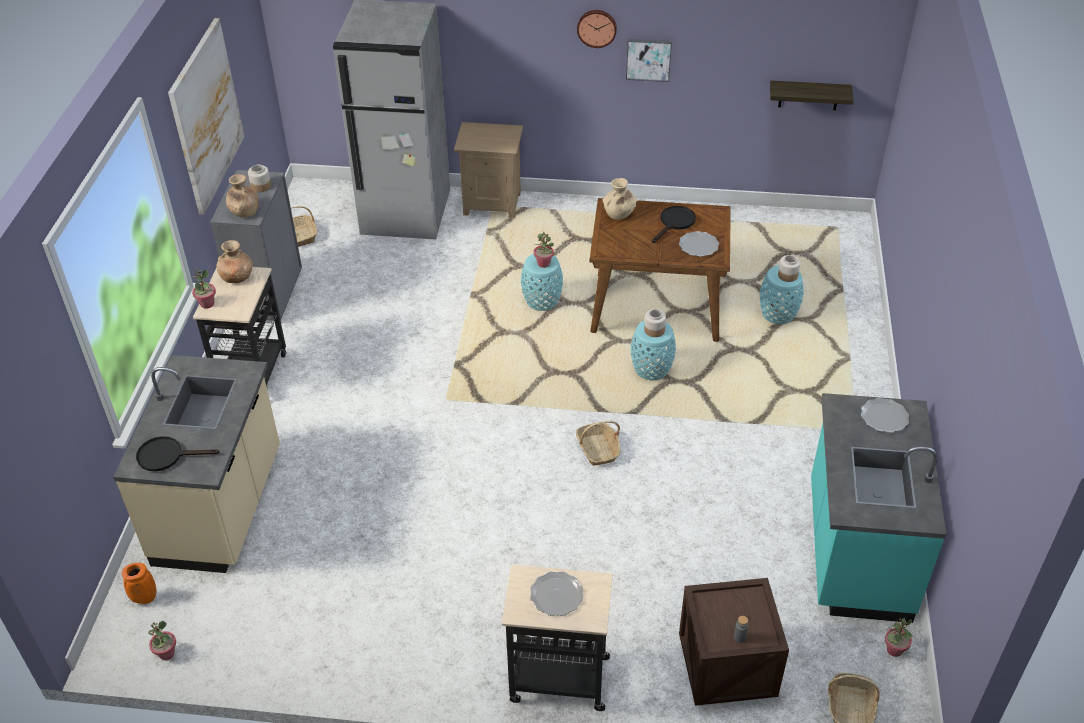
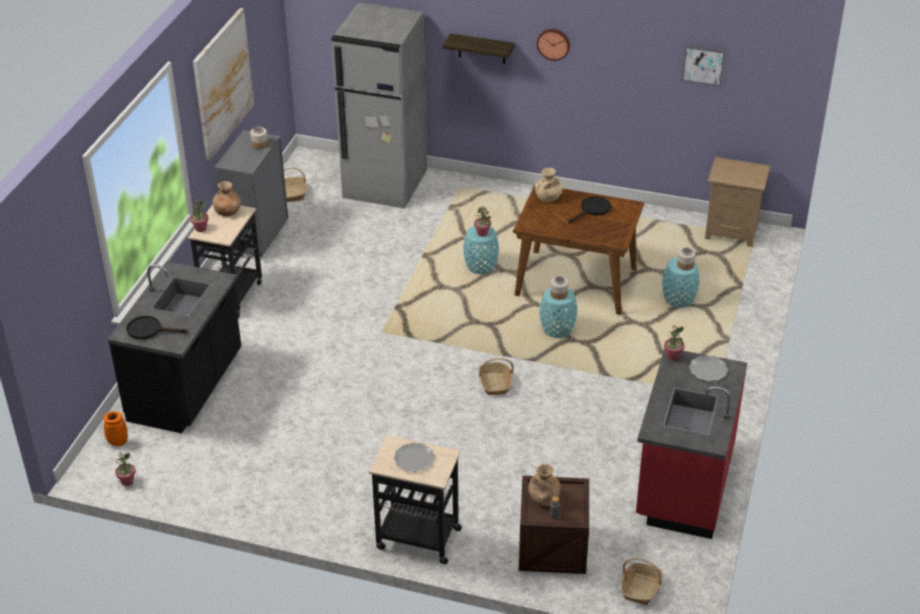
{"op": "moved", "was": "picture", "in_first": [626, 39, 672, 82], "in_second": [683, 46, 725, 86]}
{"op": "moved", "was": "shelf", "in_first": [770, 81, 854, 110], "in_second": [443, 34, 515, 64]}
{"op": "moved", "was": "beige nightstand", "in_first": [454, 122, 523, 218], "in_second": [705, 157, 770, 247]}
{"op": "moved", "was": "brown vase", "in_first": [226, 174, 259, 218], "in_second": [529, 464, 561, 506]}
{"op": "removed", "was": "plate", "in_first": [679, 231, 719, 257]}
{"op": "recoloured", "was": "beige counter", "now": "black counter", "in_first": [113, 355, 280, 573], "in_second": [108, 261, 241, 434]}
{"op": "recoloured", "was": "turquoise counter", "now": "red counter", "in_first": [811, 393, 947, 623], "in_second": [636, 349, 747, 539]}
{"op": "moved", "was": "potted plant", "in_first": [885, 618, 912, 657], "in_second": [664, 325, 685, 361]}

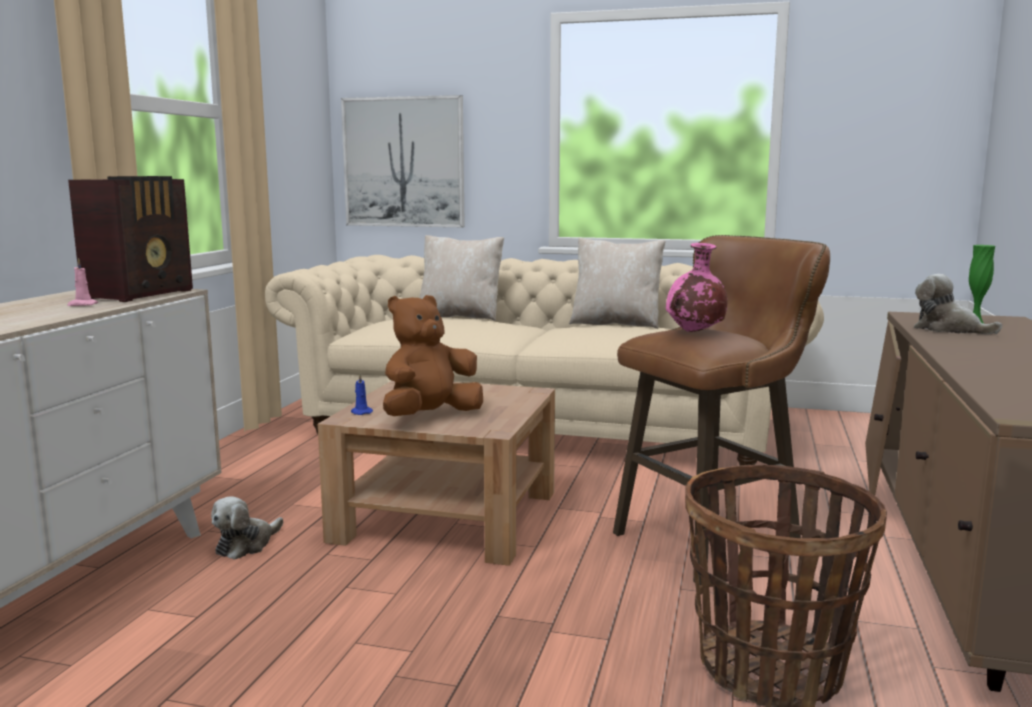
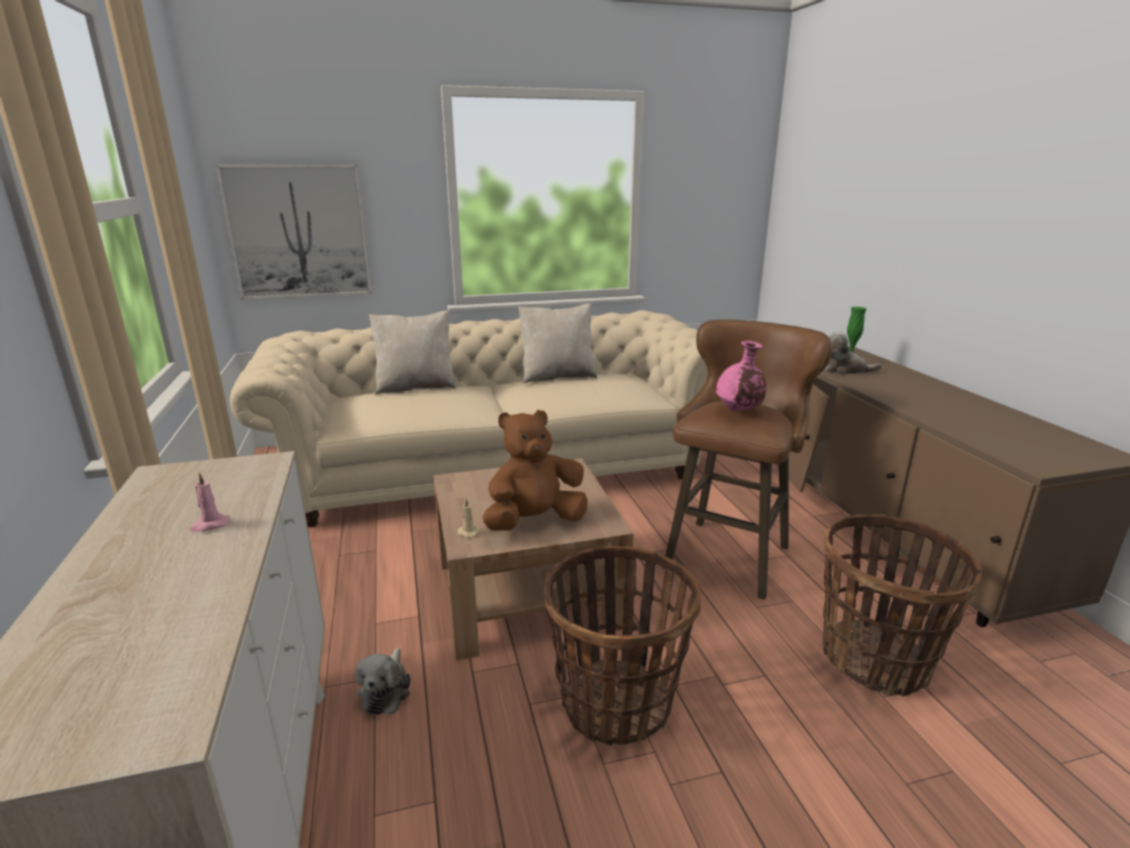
{"op": "removed", "was": "radio", "in_first": [68, 176, 193, 302]}
{"op": "turned", "was": "brown plush toy", "in_first": [383, 295, 483, 416], "in_second": [482, 410, 588, 531], "clockwise": 45}
{"op": "recoloured", "was": "blue candle", "now": "beige candle", "in_first": [351, 374, 373, 415], "in_second": [458, 499, 480, 538]}
{"op": "added", "now": "basket", "in_second": [544, 546, 702, 746]}

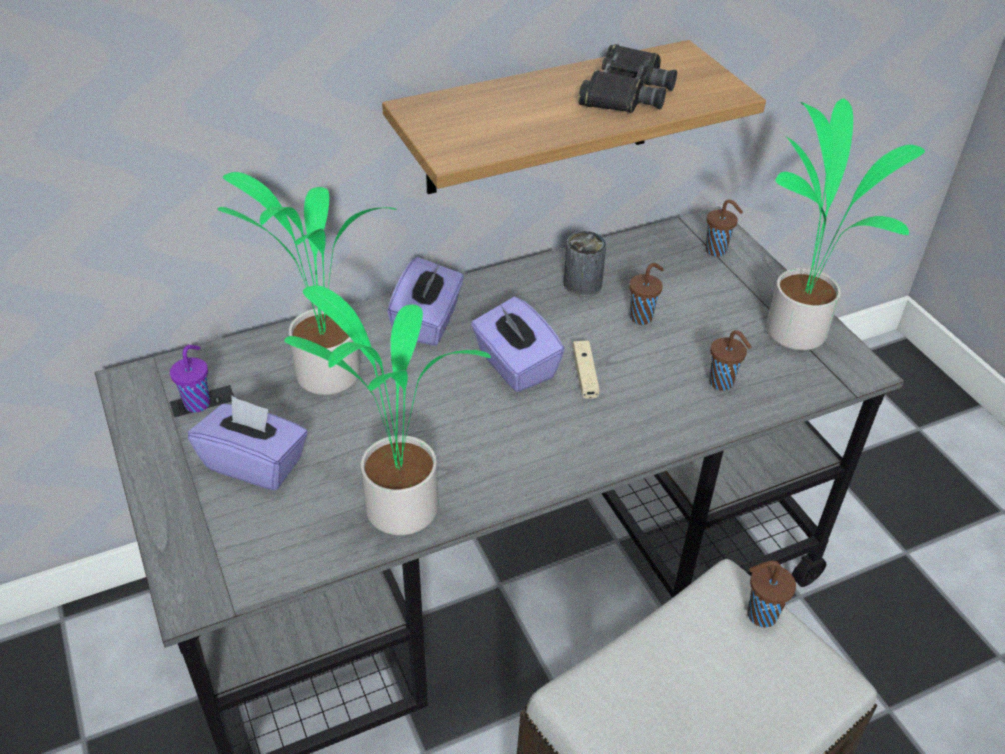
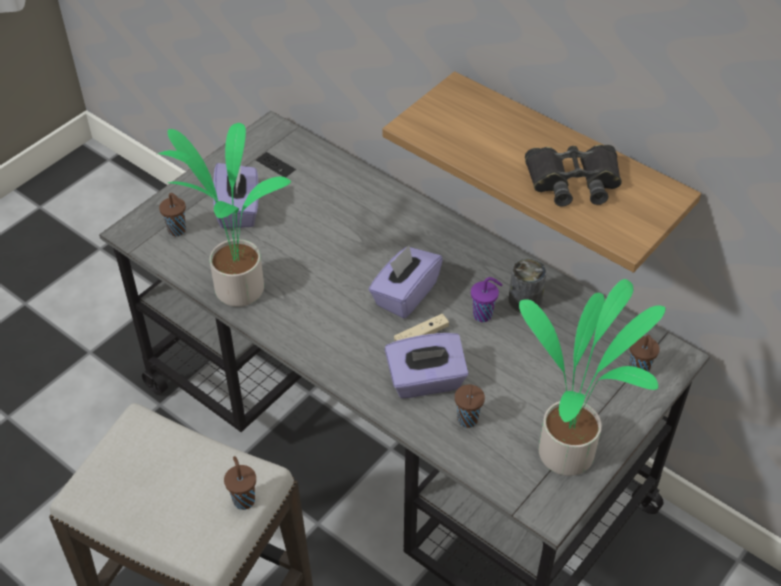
{"op": "removed", "was": "potted plant", "in_first": [218, 172, 397, 395]}
{"op": "moved", "was": "purple tissue box", "in_first": [387, 257, 464, 346], "in_second": [385, 333, 469, 398]}
{"op": "moved", "was": "brown cup", "in_first": [629, 263, 664, 325], "in_second": [159, 193, 186, 236]}
{"op": "moved", "was": "purple cup", "in_first": [170, 345, 210, 413], "in_second": [471, 277, 503, 322]}

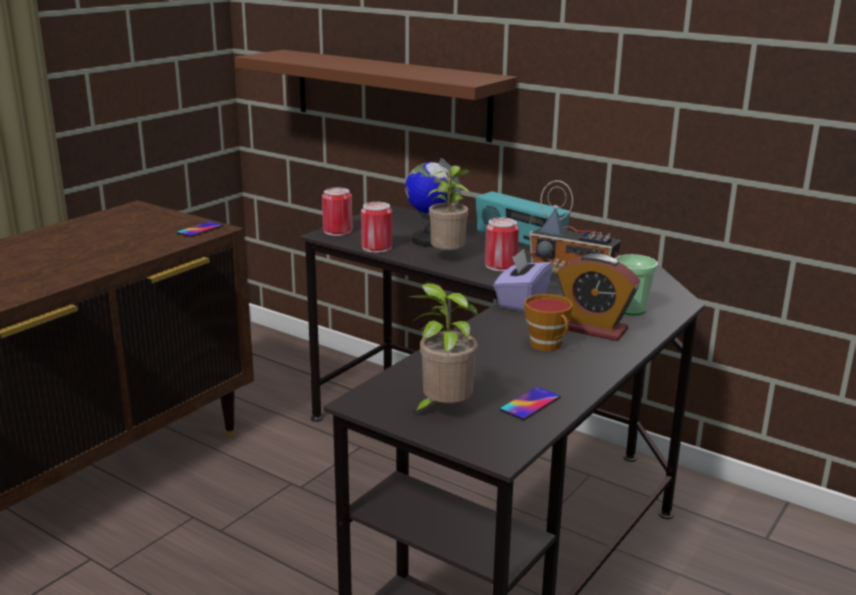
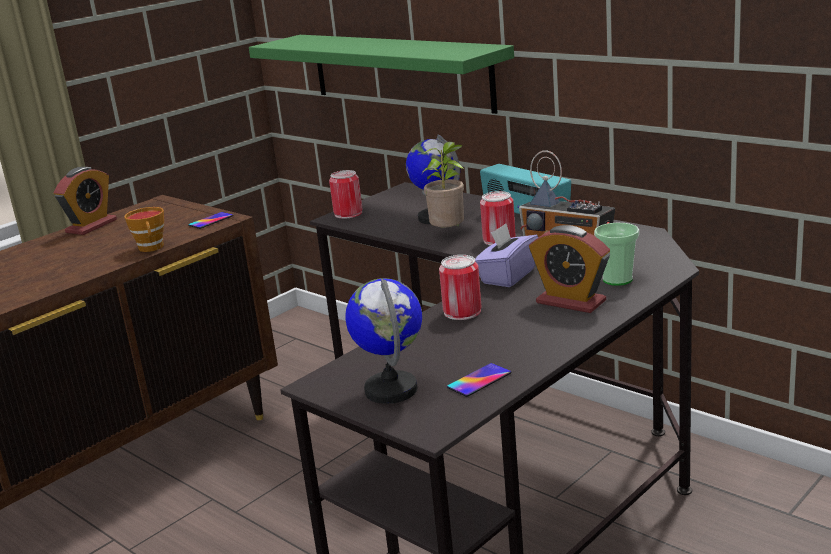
{"op": "recoloured", "was": "brown shelf", "now": "green shelf", "in_first": [235, 50, 517, 142], "in_second": [249, 35, 514, 114]}
{"op": "moved", "was": "can", "in_first": [361, 202, 392, 253], "in_second": [439, 255, 482, 320]}
{"op": "replaced", "was": "potted plant", "now": "globe", "in_first": [408, 283, 478, 414], "in_second": [345, 278, 422, 404]}
{"op": "moved", "was": "cup", "in_first": [524, 294, 573, 351], "in_second": [124, 207, 164, 252]}
{"op": "added", "now": "alarm clock", "in_second": [54, 167, 117, 235]}

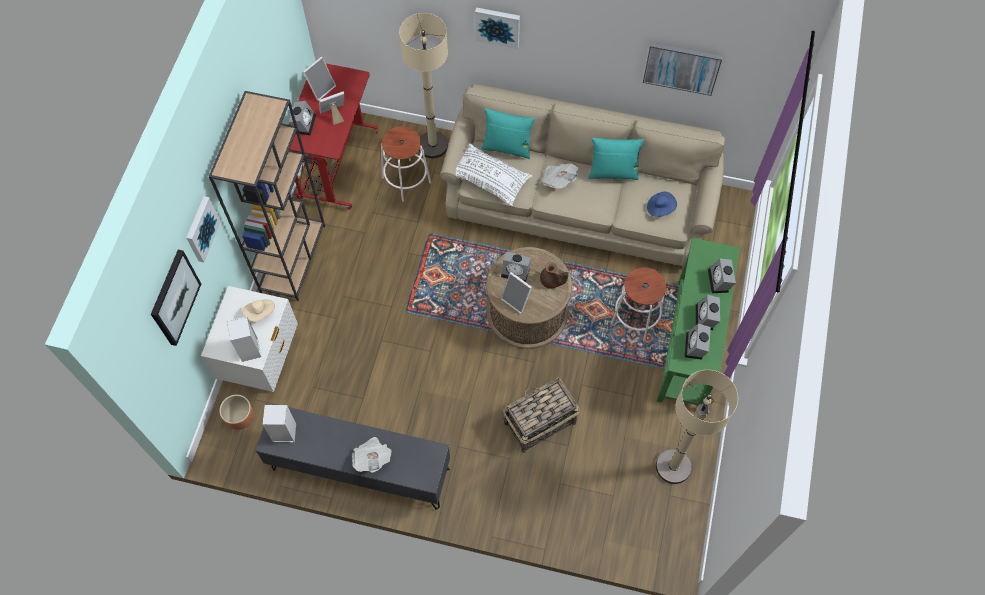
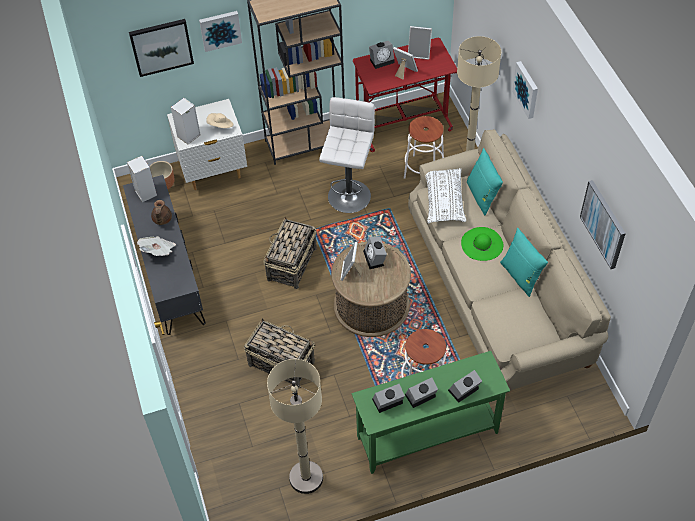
{"op": "replaced", "was": "newspaper", "now": "green hat", "in_first": [541, 163, 578, 189], "in_second": [461, 227, 503, 261]}
{"op": "removed", "was": "blue hat", "in_first": [647, 192, 677, 217]}
{"op": "moved", "was": "brown teapot", "in_first": [540, 262, 568, 289], "in_second": [151, 200, 172, 225]}
{"op": "added", "now": "white stool", "in_second": [319, 97, 375, 213]}
{"op": "added", "now": "basket", "in_second": [263, 217, 317, 289]}

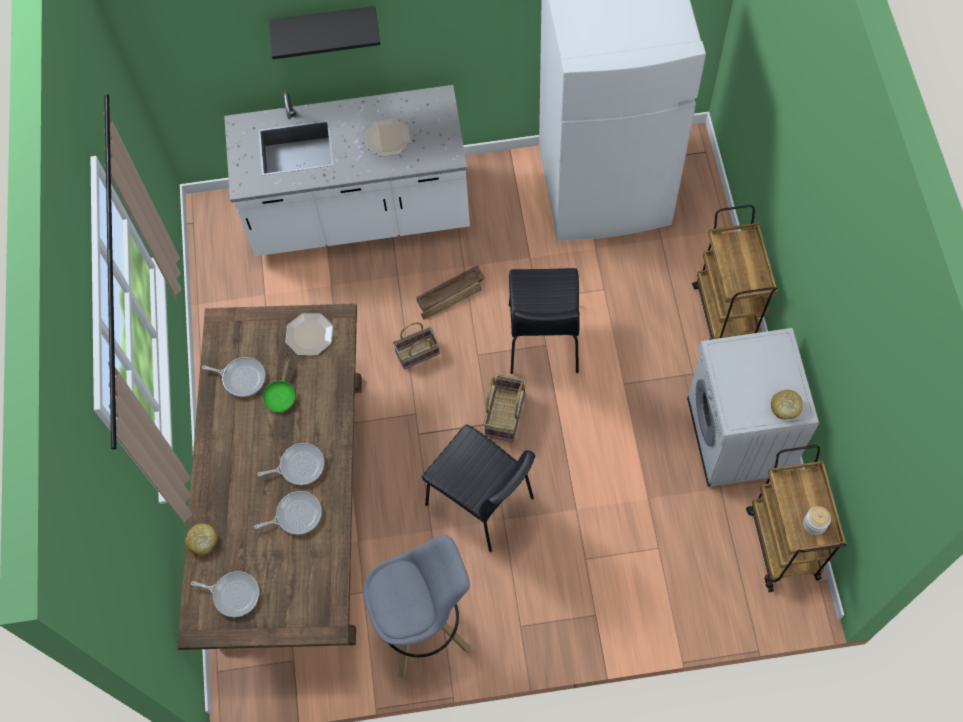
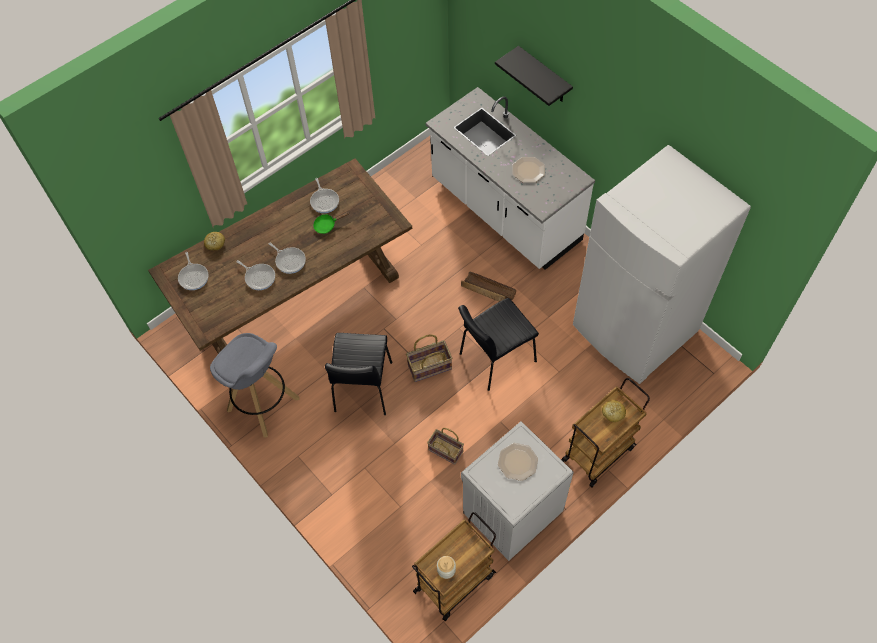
{"op": "moved", "was": "plate", "in_first": [285, 313, 333, 355], "in_second": [498, 443, 538, 481]}
{"op": "moved", "was": "basket", "in_first": [393, 322, 440, 370], "in_second": [427, 428, 464, 465]}
{"op": "moved", "was": "bread", "in_first": [771, 390, 803, 419], "in_second": [602, 400, 626, 422]}

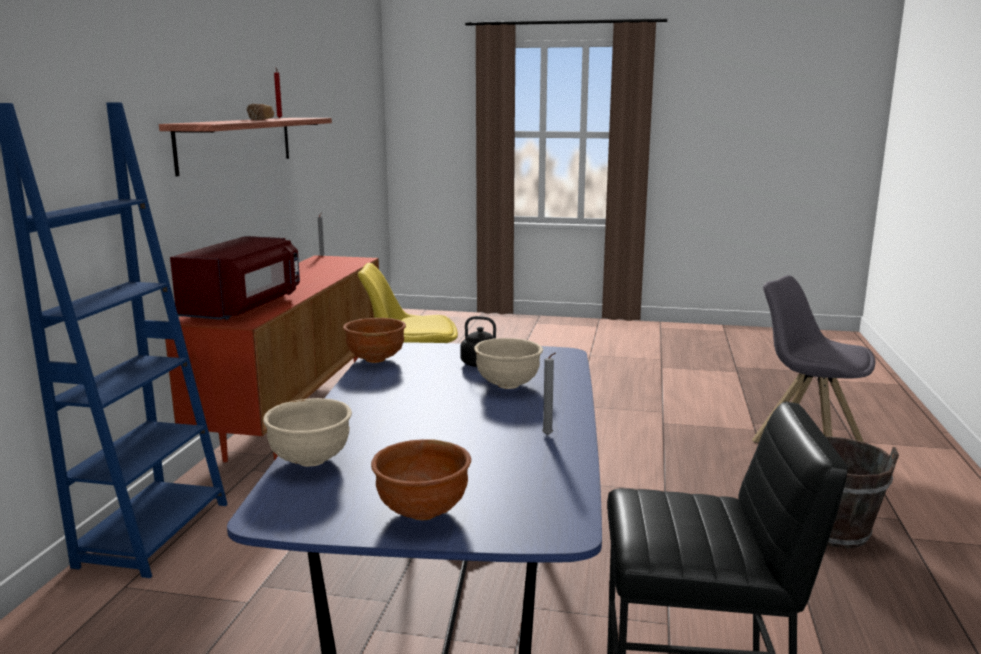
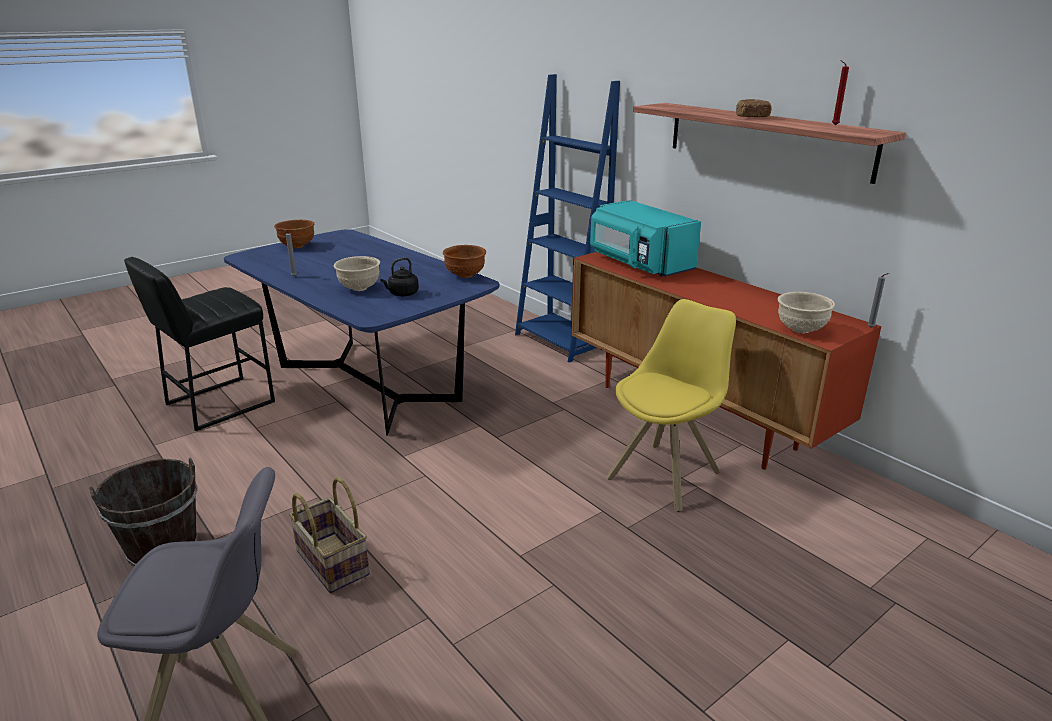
{"op": "recoloured", "was": "red microwave", "now": "turquoise microwave", "in_first": [170, 236, 300, 320], "in_second": [590, 200, 701, 277]}
{"op": "moved", "was": "beige bowl", "in_first": [263, 398, 352, 467], "in_second": [777, 292, 835, 334]}
{"op": "added", "now": "basket", "in_second": [289, 477, 370, 593]}

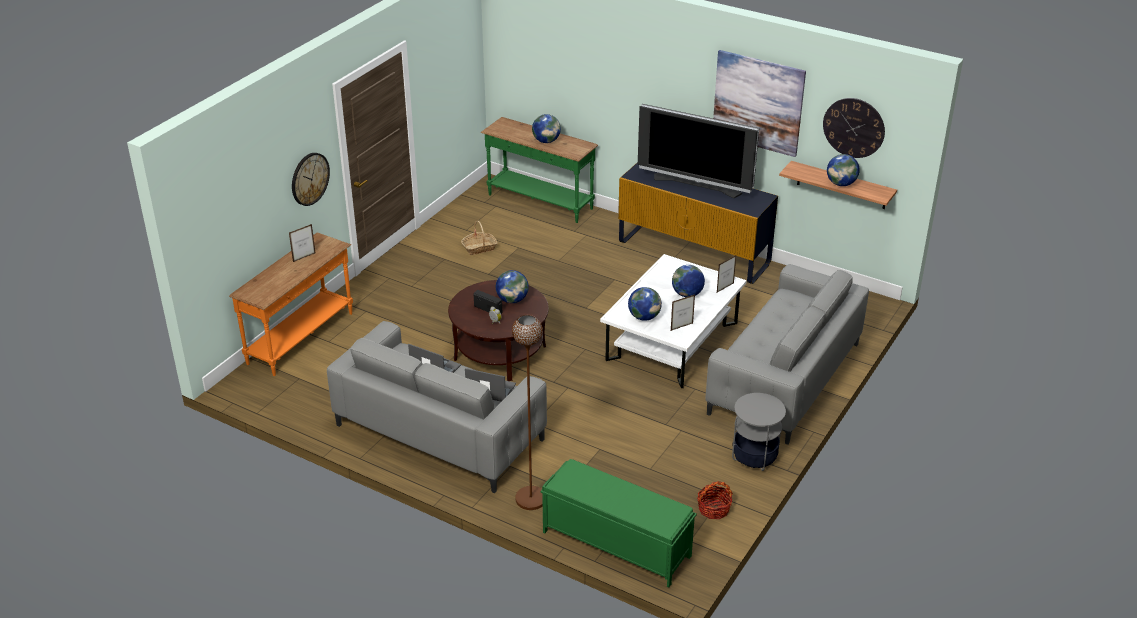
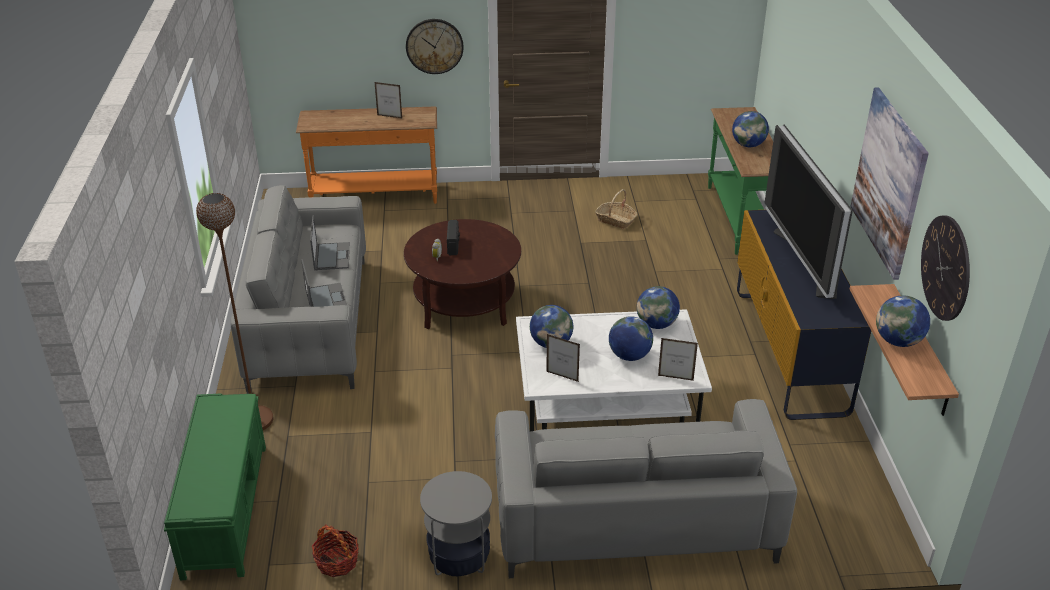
{"op": "moved", "was": "globe", "in_first": [496, 270, 529, 303], "in_second": [637, 286, 680, 329]}

